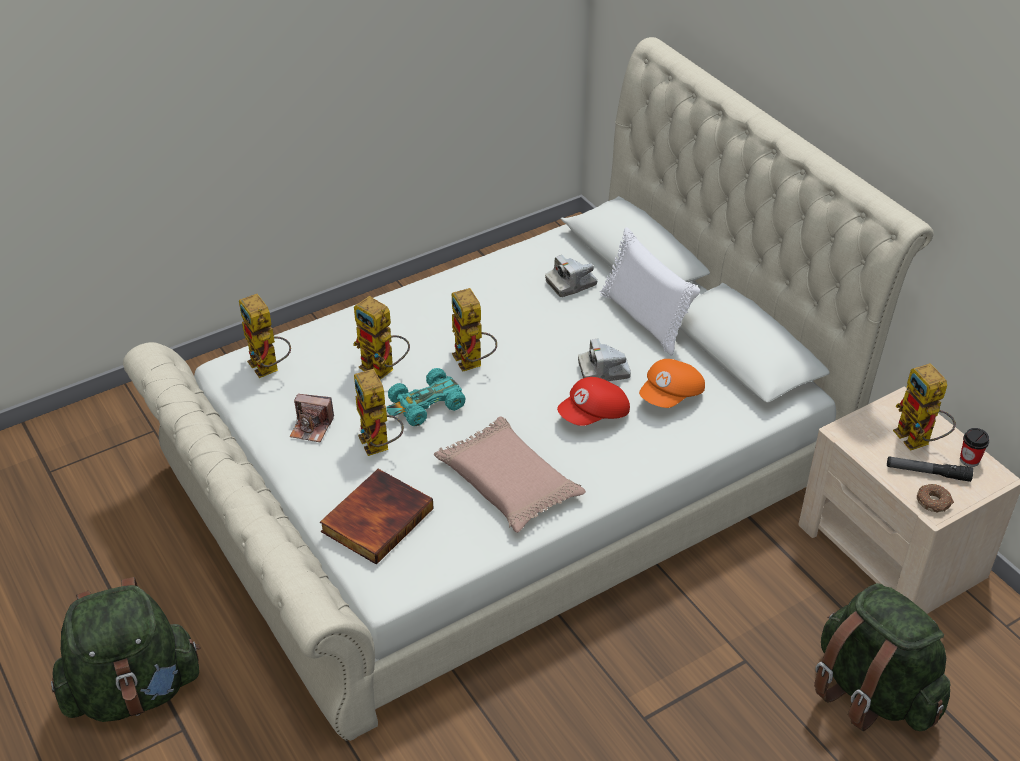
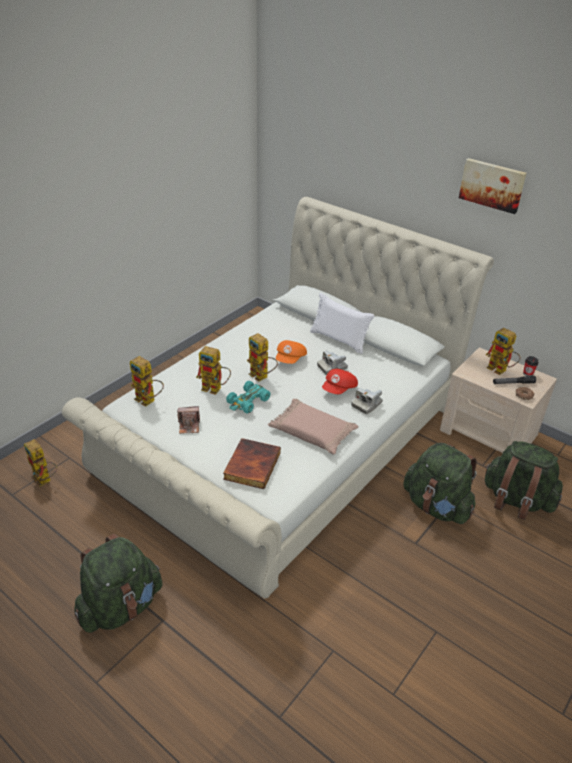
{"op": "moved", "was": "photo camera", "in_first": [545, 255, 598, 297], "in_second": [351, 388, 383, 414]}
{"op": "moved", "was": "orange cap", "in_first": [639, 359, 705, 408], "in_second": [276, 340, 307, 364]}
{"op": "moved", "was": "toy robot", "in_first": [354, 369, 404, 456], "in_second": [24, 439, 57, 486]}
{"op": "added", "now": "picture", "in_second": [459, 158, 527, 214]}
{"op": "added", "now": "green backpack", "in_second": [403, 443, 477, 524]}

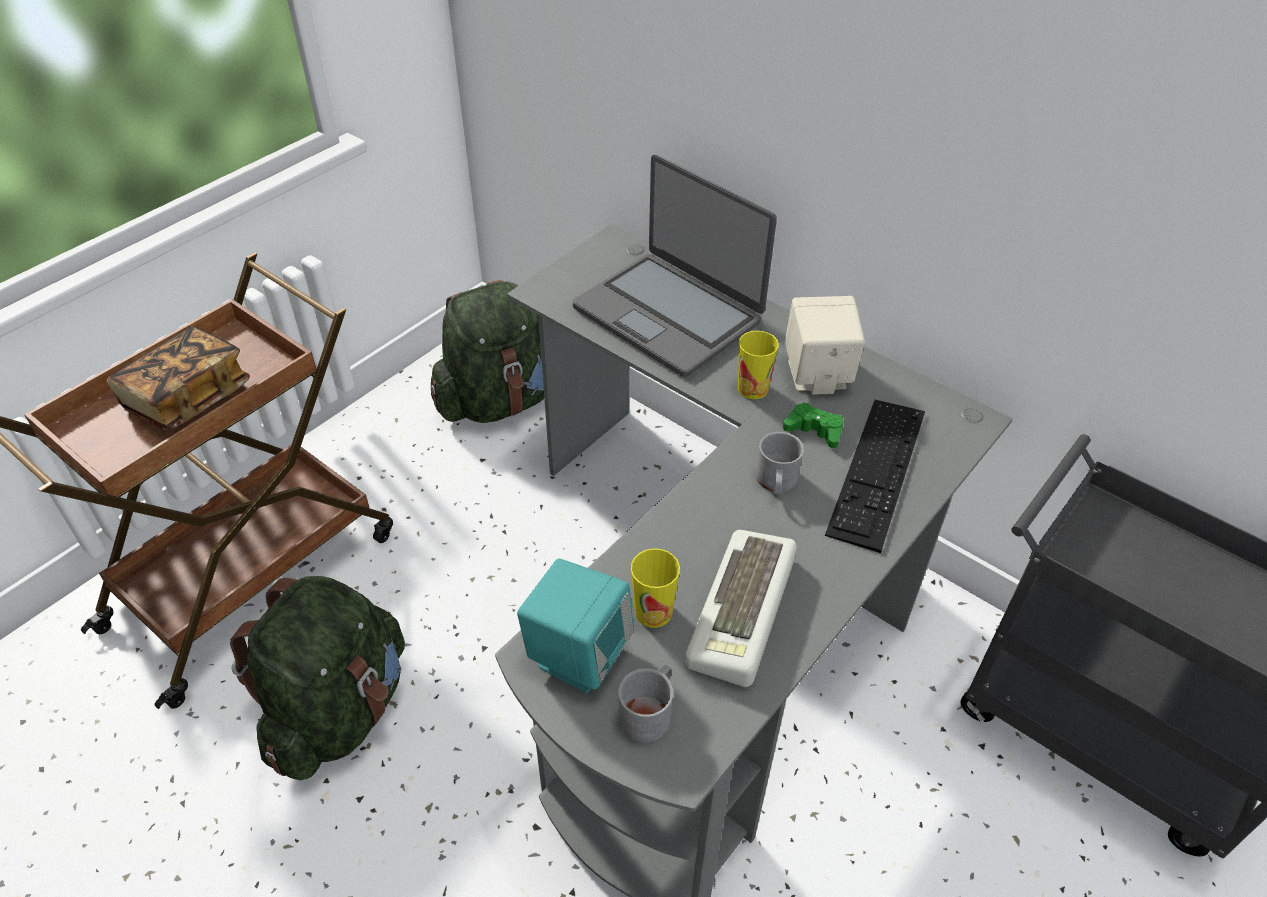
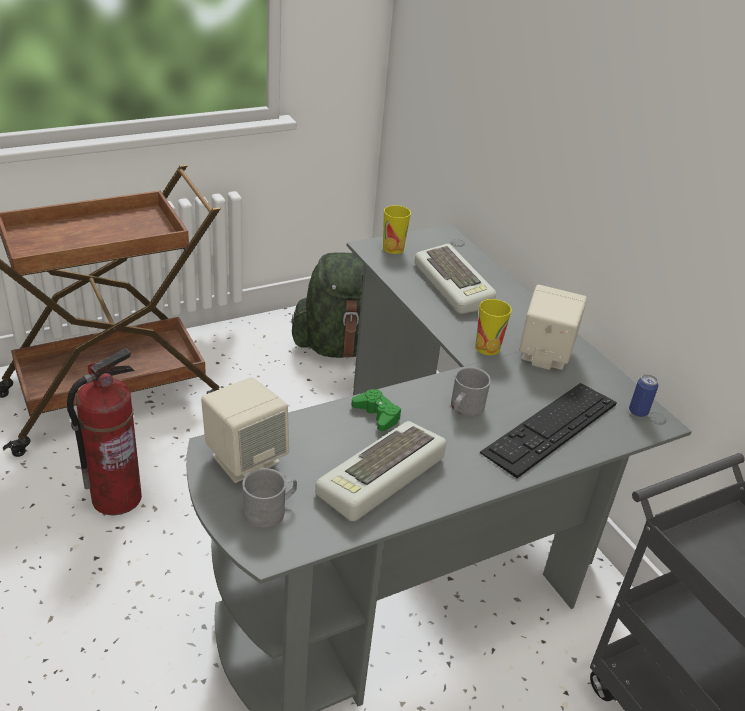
{"op": "replaced", "was": "laptop", "now": "keyboard", "in_first": [573, 154, 777, 377], "in_second": [414, 244, 496, 314]}
{"op": "removed", "was": "book", "in_first": [107, 326, 250, 431]}
{"op": "moved", "was": "green game controller", "in_first": [783, 403, 843, 448], "in_second": [351, 389, 401, 431]}
{"op": "moved", "was": "cup", "in_first": [631, 548, 680, 628], "in_second": [383, 205, 411, 254]}
{"op": "recoloured", "was": "turquoise speaker", "now": "beige speaker", "in_first": [517, 559, 634, 693], "in_second": [201, 377, 289, 483]}
{"op": "replaced", "was": "green backpack", "now": "fire extinguisher", "in_first": [230, 576, 405, 780], "in_second": [67, 348, 142, 516]}
{"op": "added", "now": "can", "in_second": [629, 374, 659, 417]}

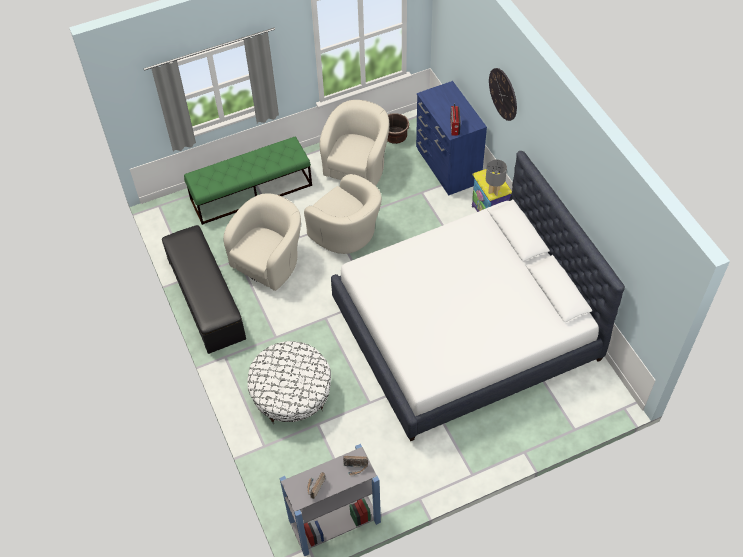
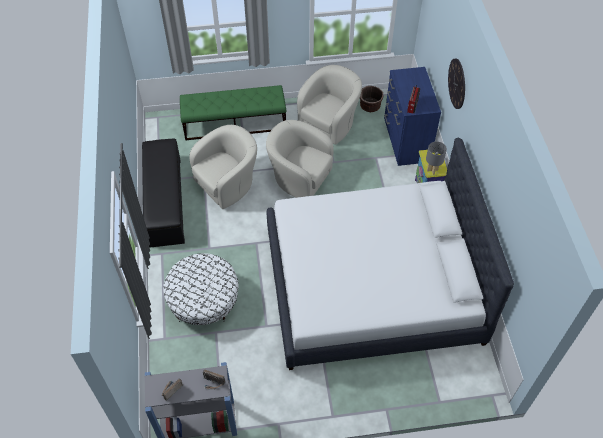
{"op": "turned", "was": "beige armchair", "in_first": [304, 174, 382, 254], "in_second": [266, 120, 334, 198], "clockwise": 150}

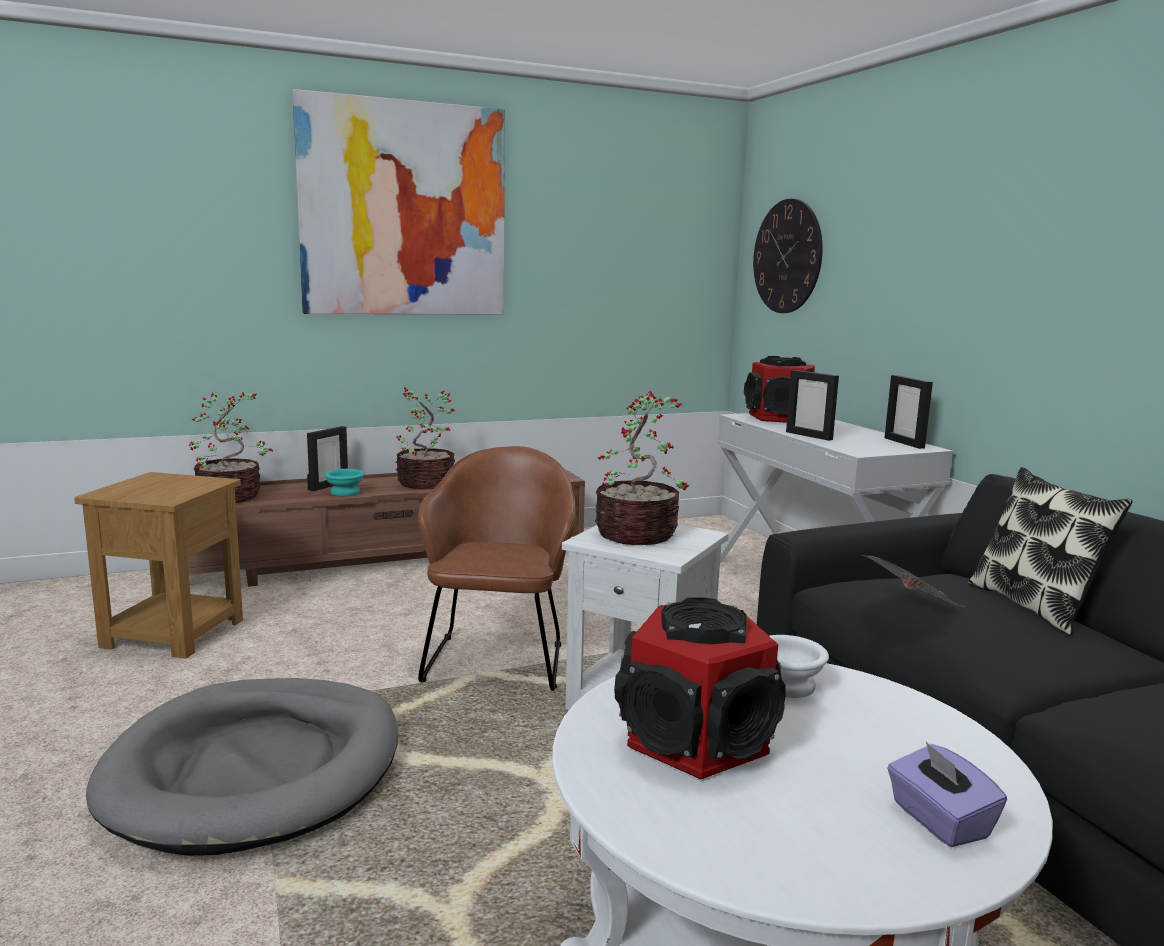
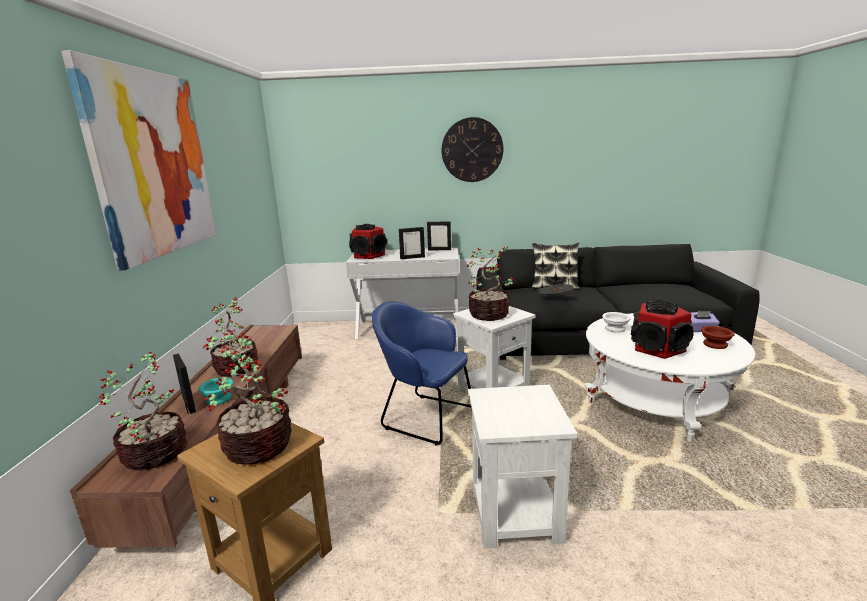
{"op": "moved", "was": "wall clock", "in_first": [753, 199, 823, 313], "in_second": [442, 117, 503, 182]}
{"op": "recoloured", "was": "brown armchair", "now": "blue armchair", "in_first": [418, 446, 576, 691], "in_second": [372, 302, 471, 446]}
{"op": "replaced", "was": "grey dog bed", "now": "white side table", "in_first": [86, 678, 398, 856], "in_second": [468, 385, 578, 549]}
{"op": "added", "now": "brown bowl", "in_second": [701, 326, 735, 349]}
{"op": "added", "now": "potted plant", "in_second": [203, 330, 292, 465]}

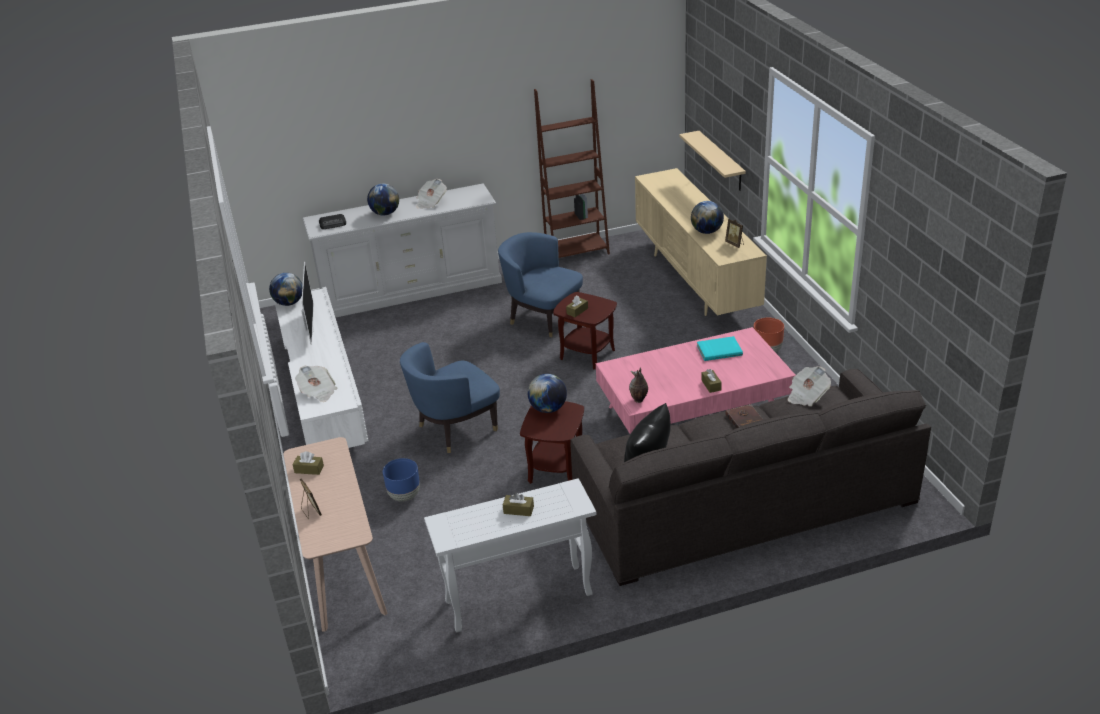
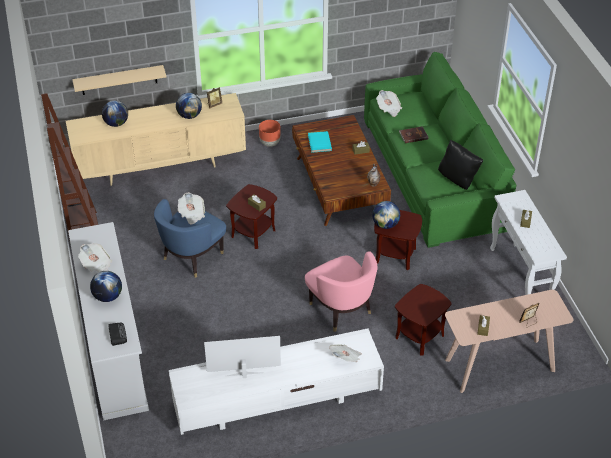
{"op": "moved", "was": "globe", "in_first": [269, 273, 303, 306], "in_second": [102, 100, 128, 127]}
{"op": "recoloured", "was": "pink coffee table", "now": "brown coffee table", "in_first": [596, 327, 795, 434], "in_second": [292, 115, 391, 226]}
{"op": "recoloured", "was": "blue armchair", "now": "pink armchair", "in_first": [400, 342, 500, 453], "in_second": [305, 251, 377, 332]}
{"op": "recoloured", "was": "grey sofa", "now": "green sofa", "in_first": [570, 369, 931, 586], "in_second": [364, 52, 516, 248]}
{"op": "replaced", "was": "blue planter", "now": "brown side table", "in_first": [383, 458, 420, 502], "in_second": [395, 284, 452, 355]}
{"op": "added", "now": "newspaper", "in_second": [178, 192, 205, 225]}

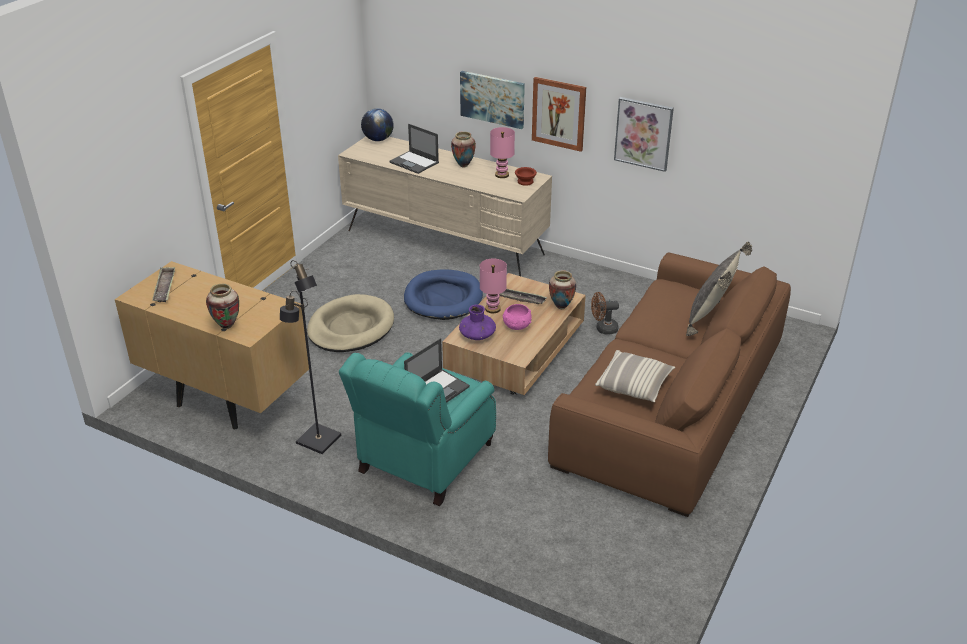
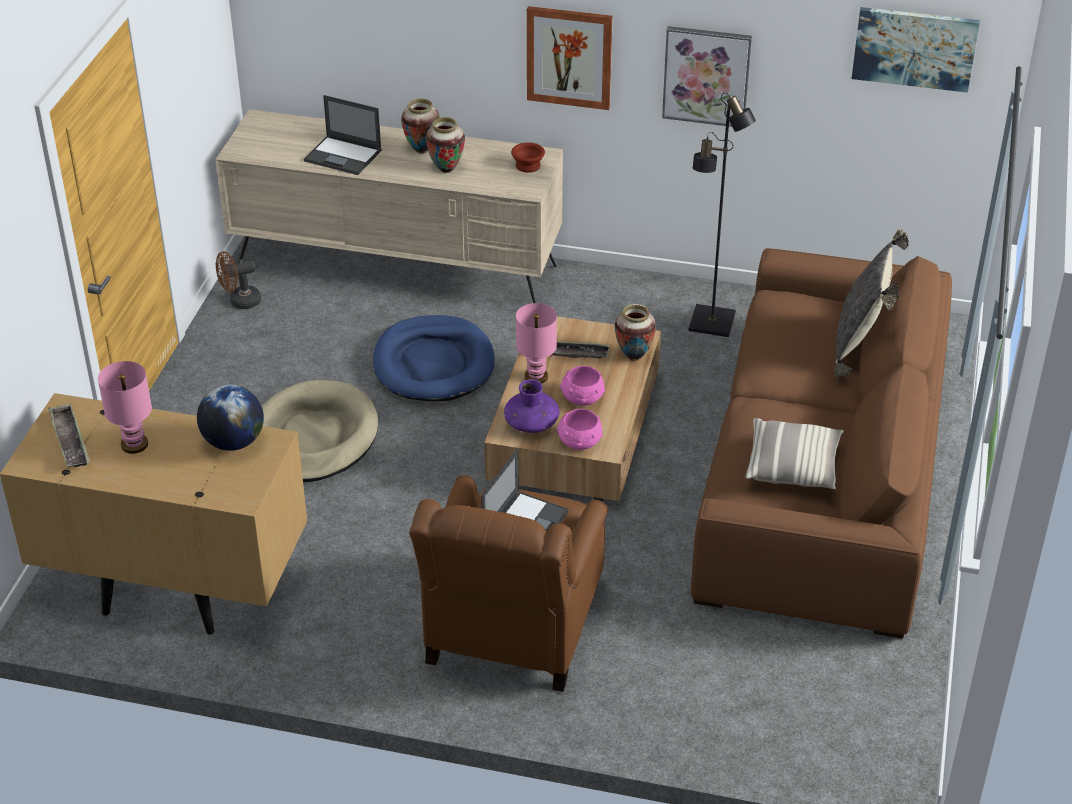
{"op": "moved", "was": "picture", "in_first": [460, 71, 525, 129], "in_second": [852, 7, 980, 93]}
{"op": "moved", "was": "globe", "in_first": [361, 108, 394, 141], "in_second": [197, 384, 264, 451]}
{"op": "moved", "was": "pink table lamp", "in_first": [490, 127, 515, 178], "in_second": [98, 361, 152, 454]}
{"op": "moved", "was": "black floor lamp", "in_first": [280, 260, 341, 454], "in_second": [688, 93, 756, 337]}
{"op": "moved", "was": "vase", "in_first": [206, 284, 239, 329], "in_second": [426, 117, 465, 173]}
{"op": "moved", "was": "brown fan", "in_first": [591, 292, 619, 335], "in_second": [216, 251, 261, 309]}
{"op": "recoloured", "was": "turquoise armchair", "now": "brown armchair", "in_first": [339, 352, 496, 506], "in_second": [409, 475, 608, 692]}
{"op": "added", "now": "pink bowl", "in_second": [557, 409, 603, 450]}

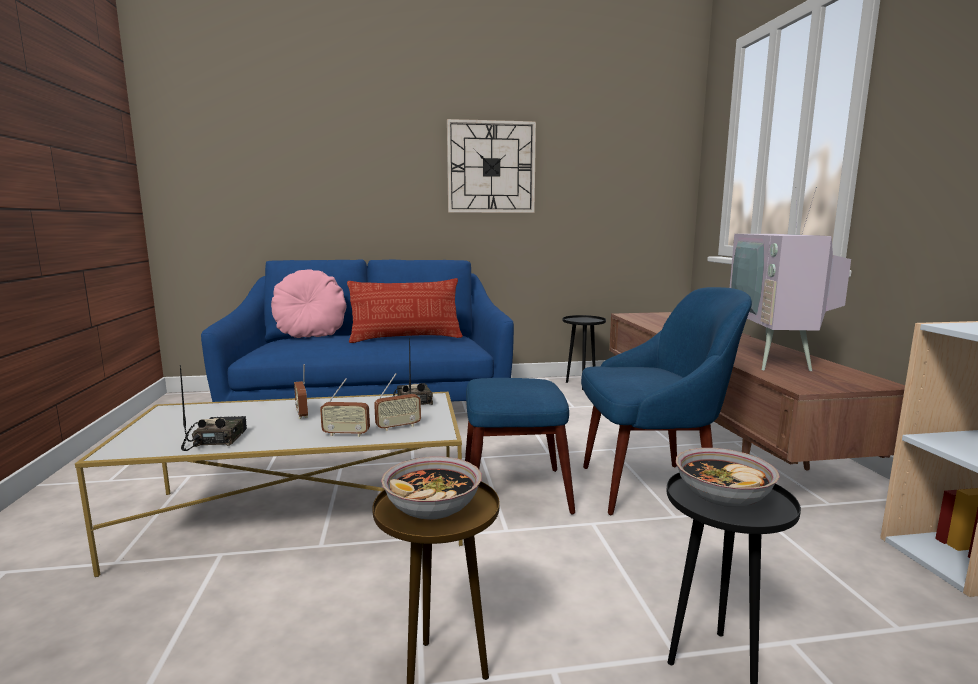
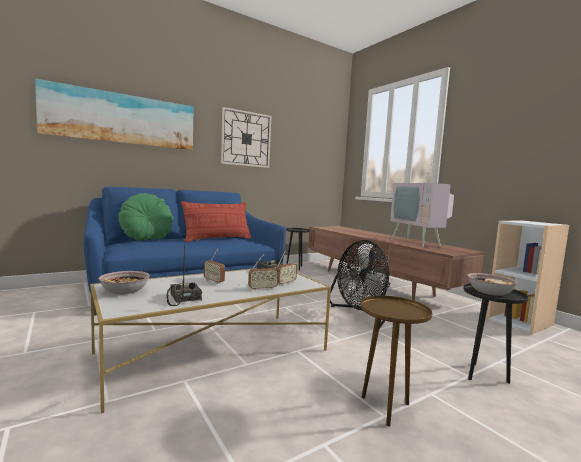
{"op": "recoloured", "was": "pink pillow", "now": "green pillow", "in_first": [271, 269, 346, 338], "in_second": [118, 193, 173, 241]}
{"op": "replaced", "was": "blue armchair", "now": "black fan", "in_first": [465, 287, 752, 515], "in_second": [330, 240, 391, 328]}
{"op": "moved", "was": "bowl", "in_first": [381, 457, 482, 520], "in_second": [99, 271, 150, 294]}
{"op": "added", "now": "picture", "in_second": [35, 78, 193, 150]}

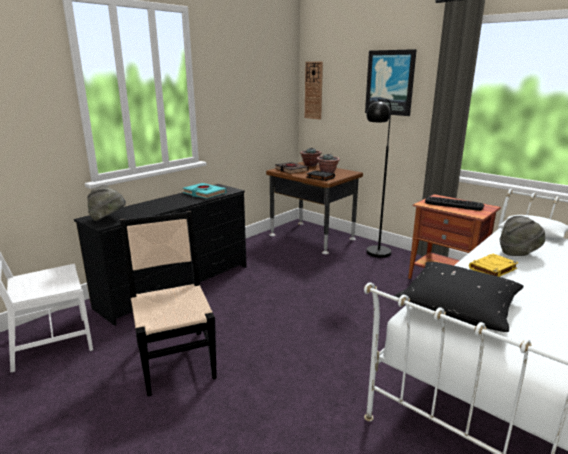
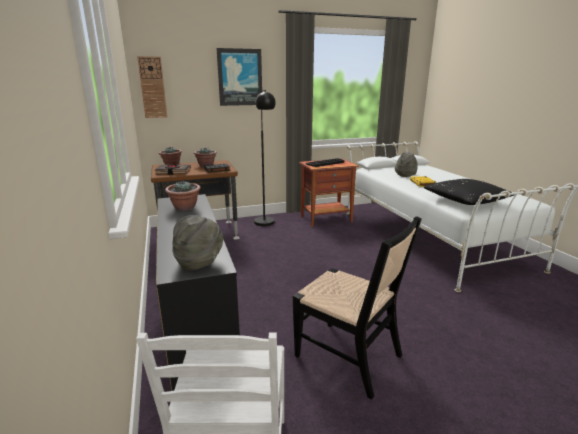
{"op": "replaced", "was": "turquoise book", "now": "potted plant", "in_first": [183, 183, 226, 199], "in_second": [165, 181, 201, 211]}
{"op": "turned", "was": "chair", "in_first": [120, 211, 217, 396], "in_second": [293, 216, 422, 400], "clockwise": -150}

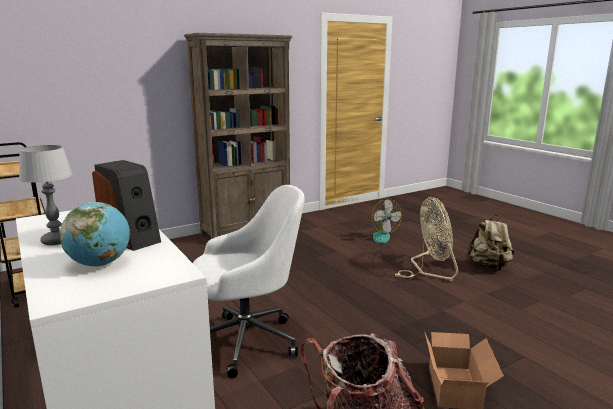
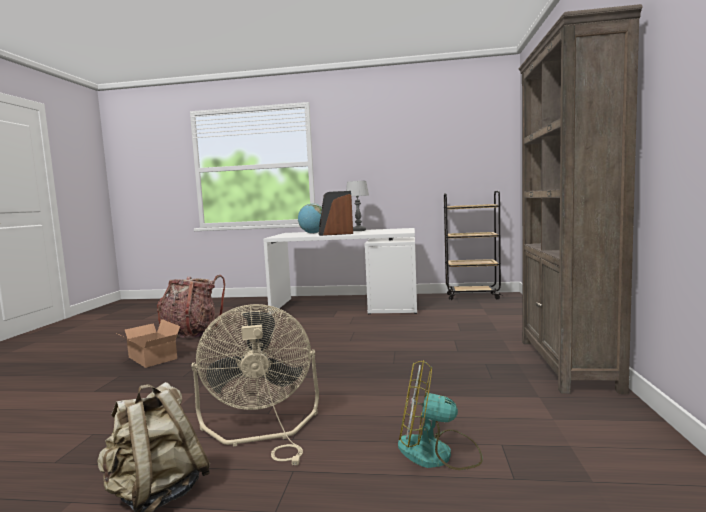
{"op": "removed", "was": "white office chair", "in_first": [193, 185, 305, 378]}
{"op": "turned", "was": "beige fan", "in_first": [393, 197, 458, 281], "in_second": [192, 304, 319, 465], "clockwise": 135}

